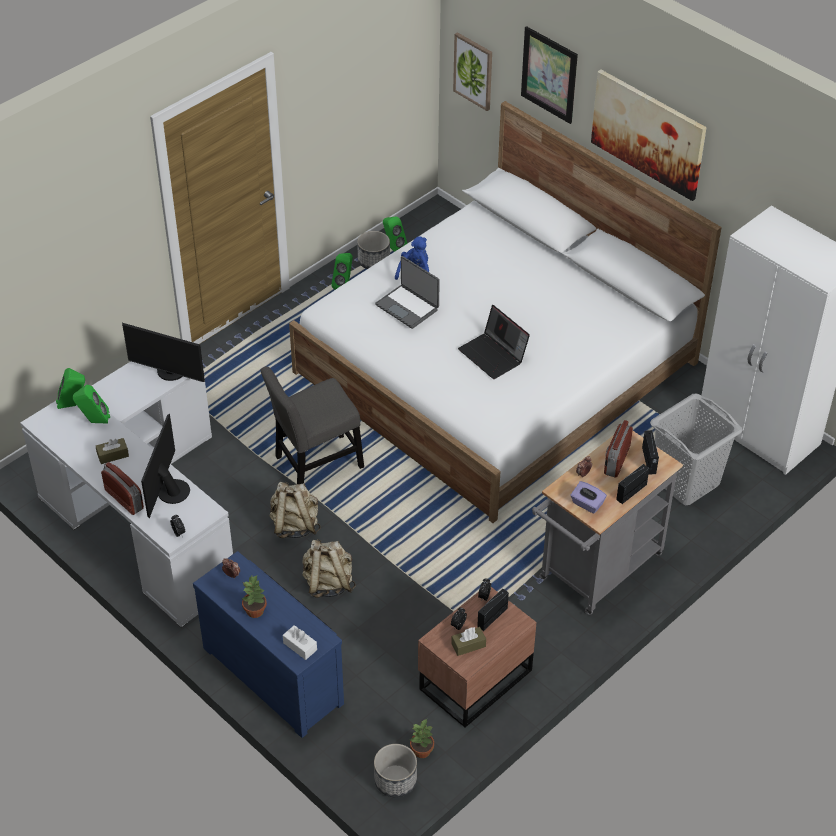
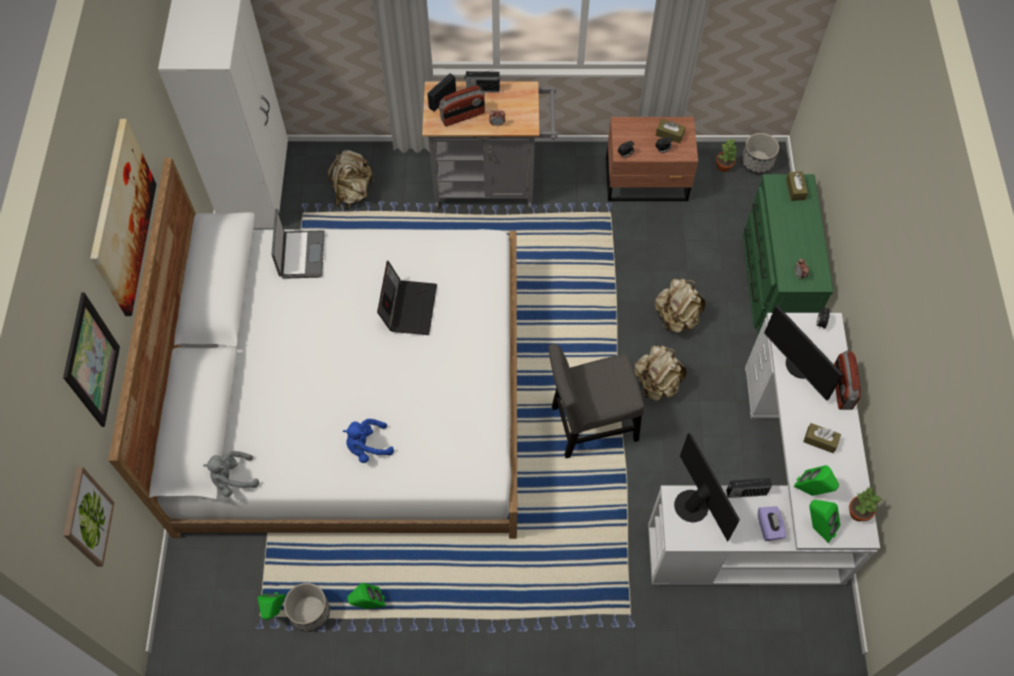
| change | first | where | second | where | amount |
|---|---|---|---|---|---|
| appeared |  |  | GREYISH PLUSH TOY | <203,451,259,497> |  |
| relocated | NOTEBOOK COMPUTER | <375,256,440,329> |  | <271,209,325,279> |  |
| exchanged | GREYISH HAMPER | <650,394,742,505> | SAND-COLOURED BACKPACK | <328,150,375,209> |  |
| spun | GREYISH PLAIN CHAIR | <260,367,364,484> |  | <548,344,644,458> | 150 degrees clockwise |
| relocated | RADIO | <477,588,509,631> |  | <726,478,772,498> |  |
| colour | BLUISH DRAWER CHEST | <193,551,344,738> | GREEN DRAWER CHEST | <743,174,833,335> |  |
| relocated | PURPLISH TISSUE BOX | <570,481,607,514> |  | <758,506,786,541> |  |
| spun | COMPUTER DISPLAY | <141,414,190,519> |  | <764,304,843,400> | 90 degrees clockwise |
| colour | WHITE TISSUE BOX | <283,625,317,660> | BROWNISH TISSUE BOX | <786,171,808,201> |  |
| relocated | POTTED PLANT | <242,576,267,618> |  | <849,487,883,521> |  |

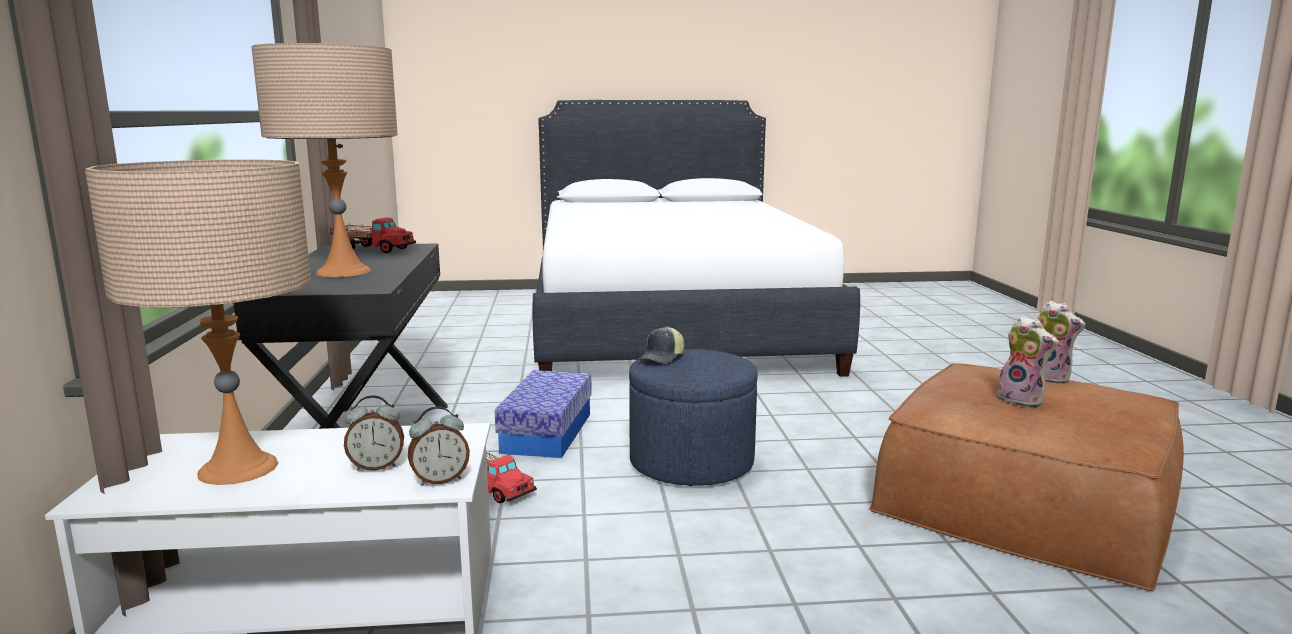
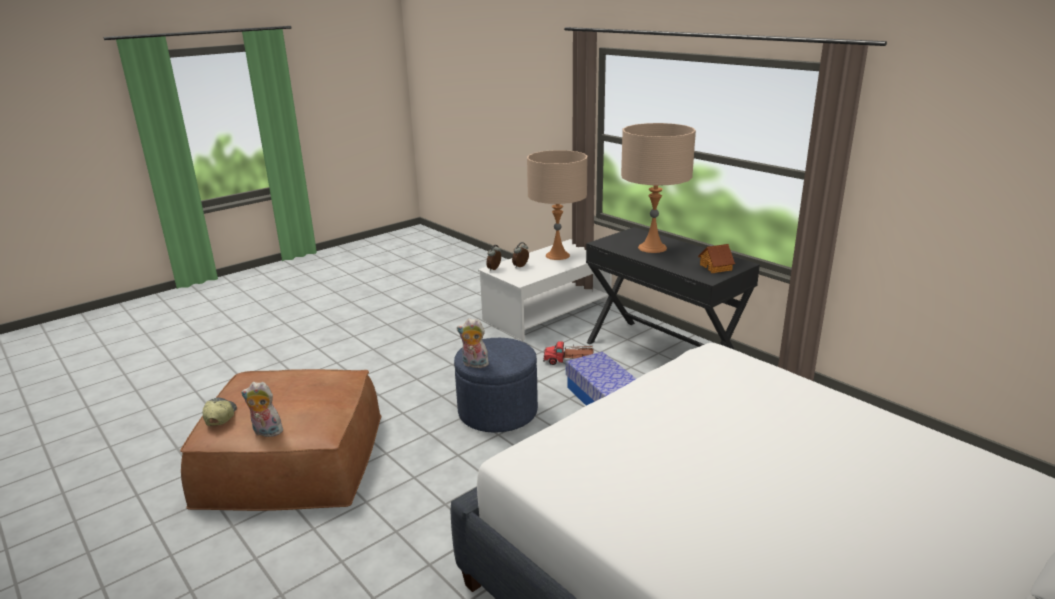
| change | first | where | second | where | amount |
|---|---|---|---|---|---|
| relocated | BASEBALL CAP | <638,326,684,364> |  | <203,397,237,426> |  |
| relocated | PLUSH TOY | <993,315,1058,407> |  | <457,319,489,368> |  |
| exchanged | TOY LORRY | <329,217,416,253> | MODEL HOUSE | <698,244,735,273> |  |

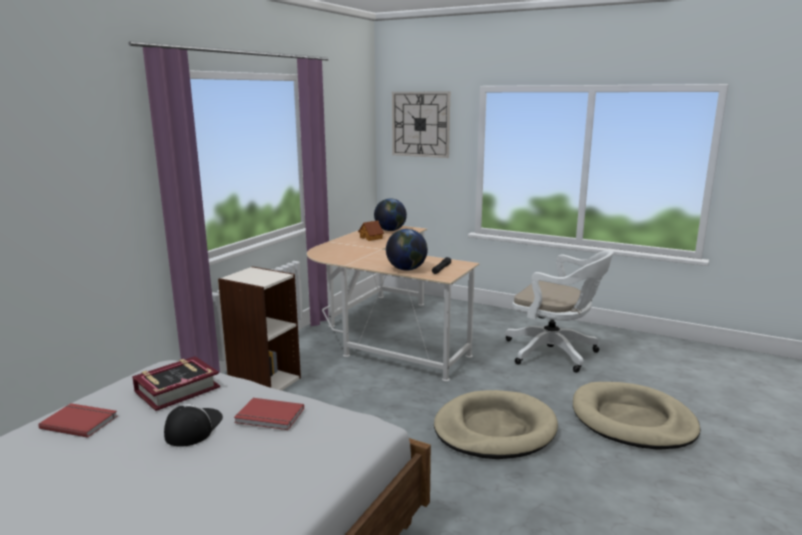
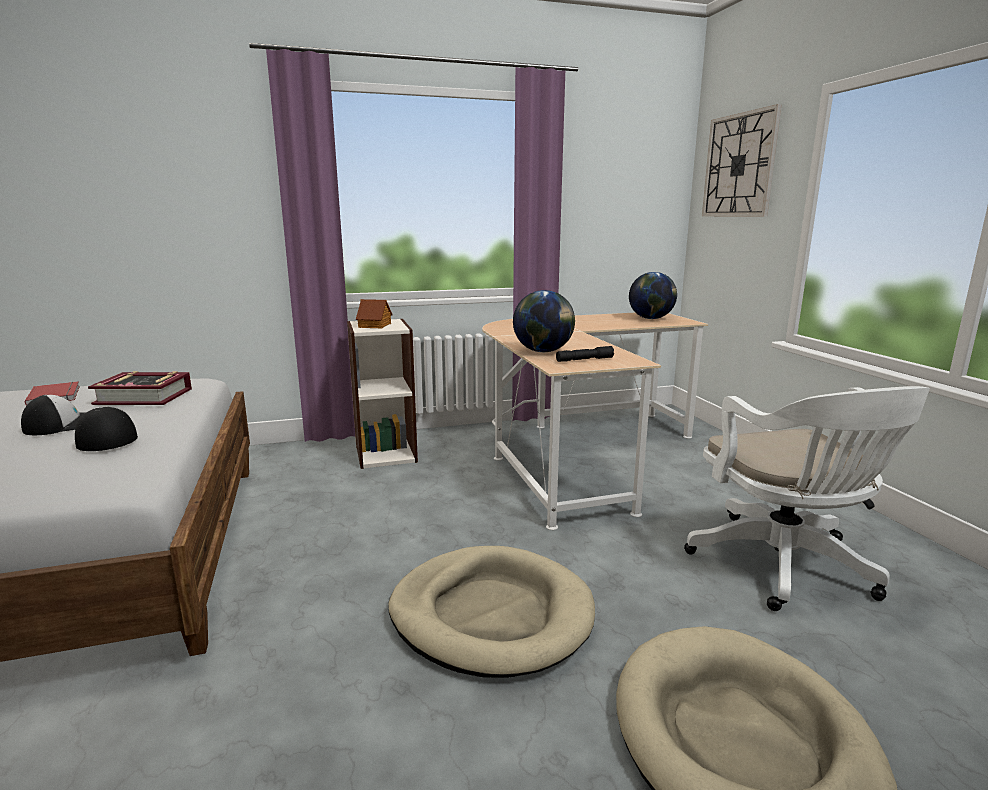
| change | first | where | second | where | amount |
|---|---|---|---|---|---|
| exchanged | RED-COLOURED VOLUME | <234,398,304,430> | BASEBALL CAP | <75,407,138,451> |  |
| relocated | MODEL HOUSE | <358,221,384,241> |  | <356,299,393,329> |  |

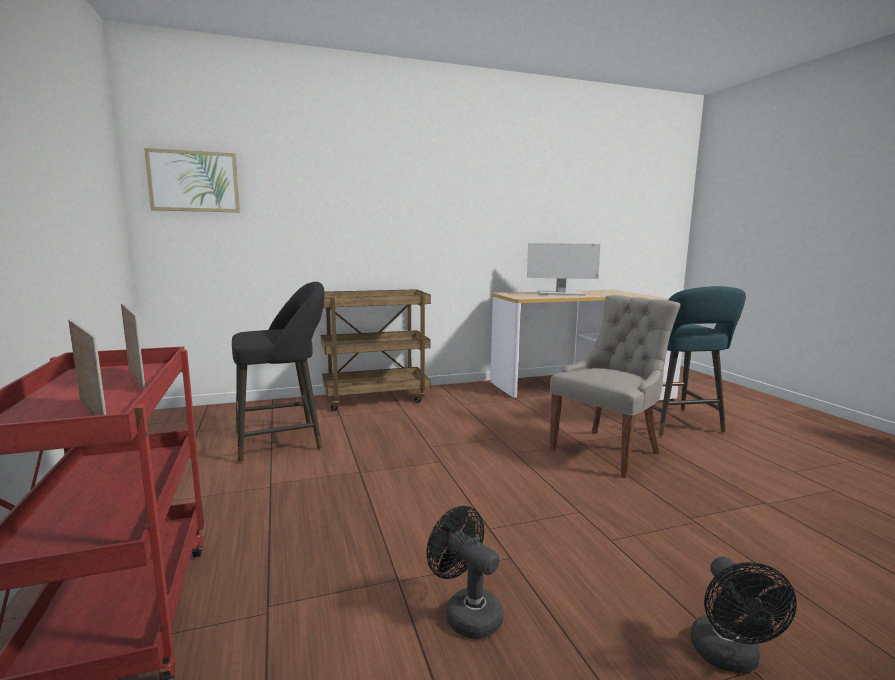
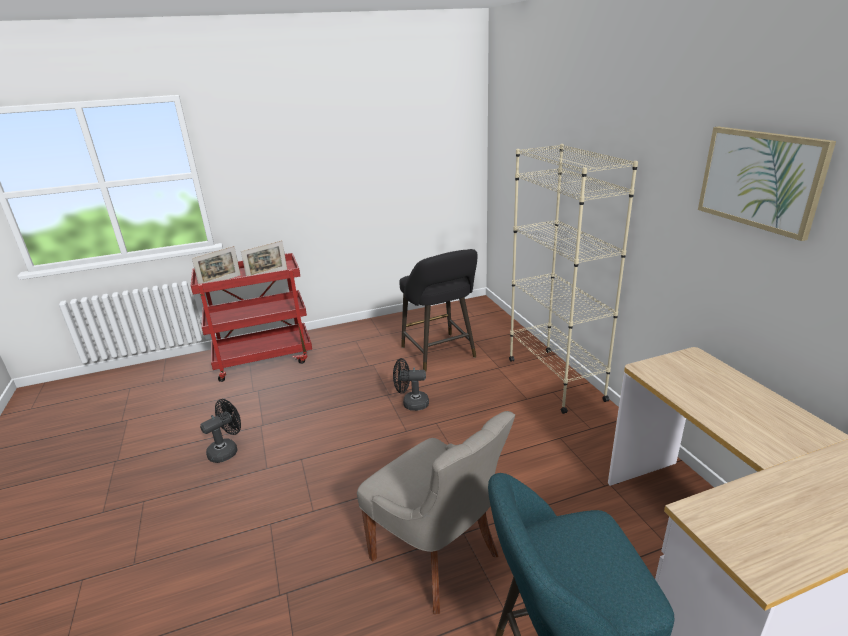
| change | first | where | second | where | amount |
|---|---|---|---|---|---|
| relocated | BLACK-COLOURED COOLING FAN | <691,557,797,673> |  | <393,358,429,411> |  |
| exchanged | BROWNISH TROLLEY | <320,289,431,411> | SAND-COLOURED BOOKCASE | <509,144,638,414> |  |
| relocated | WALL PICTURE | <144,148,240,212> |  | <698,127,836,241> |  |
| missing | COMPUTER DISPLAY | <527,243,600,296> |  |  |  |

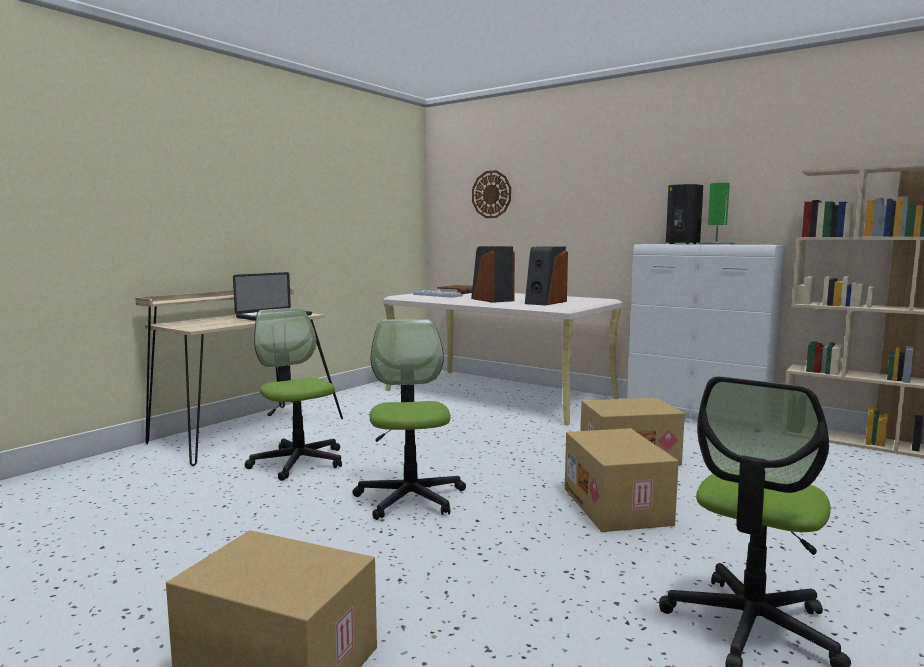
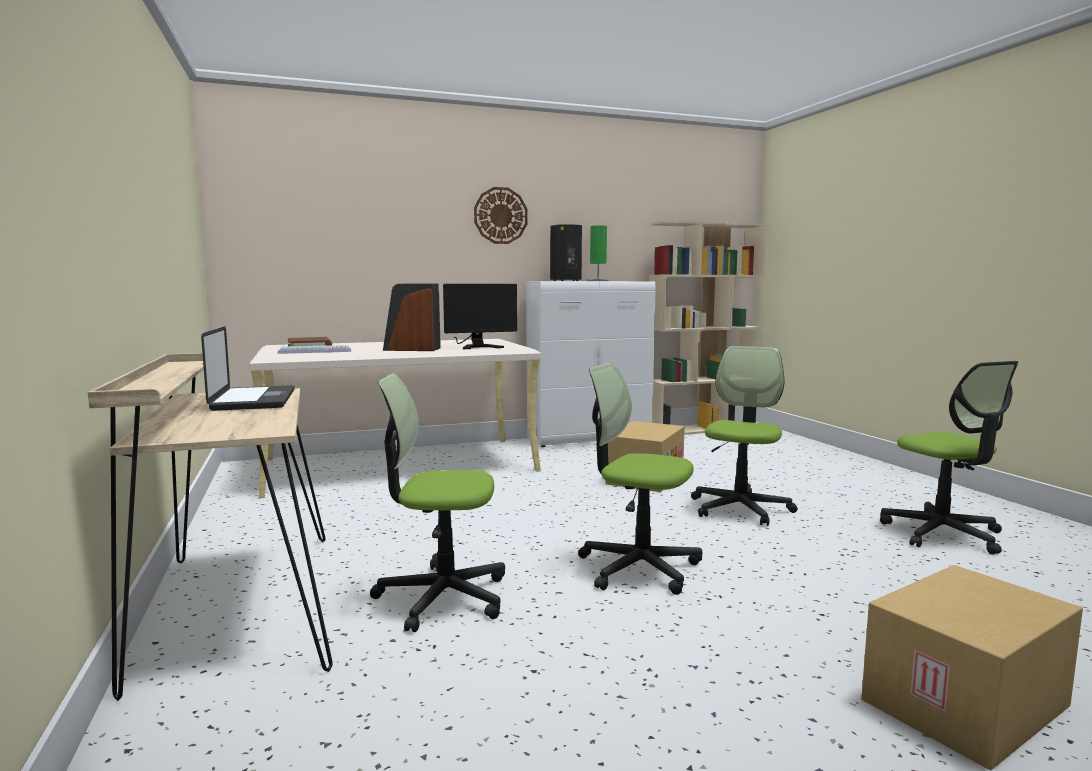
| change | first | where | second | where | amount |
|---|---|---|---|---|---|
| exchanged | LOUDSPEAKER | <525,246,568,305> | COMPUTER DISPLAY | <443,284,517,349> |  |
| relocated | CLOCK ON THE WALL | <472,170,511,218> |  | <474,187,528,244> |  |
| exchanged | CARTON | <565,428,679,532> | DESK CHAIR | <691,346,798,526> |  |

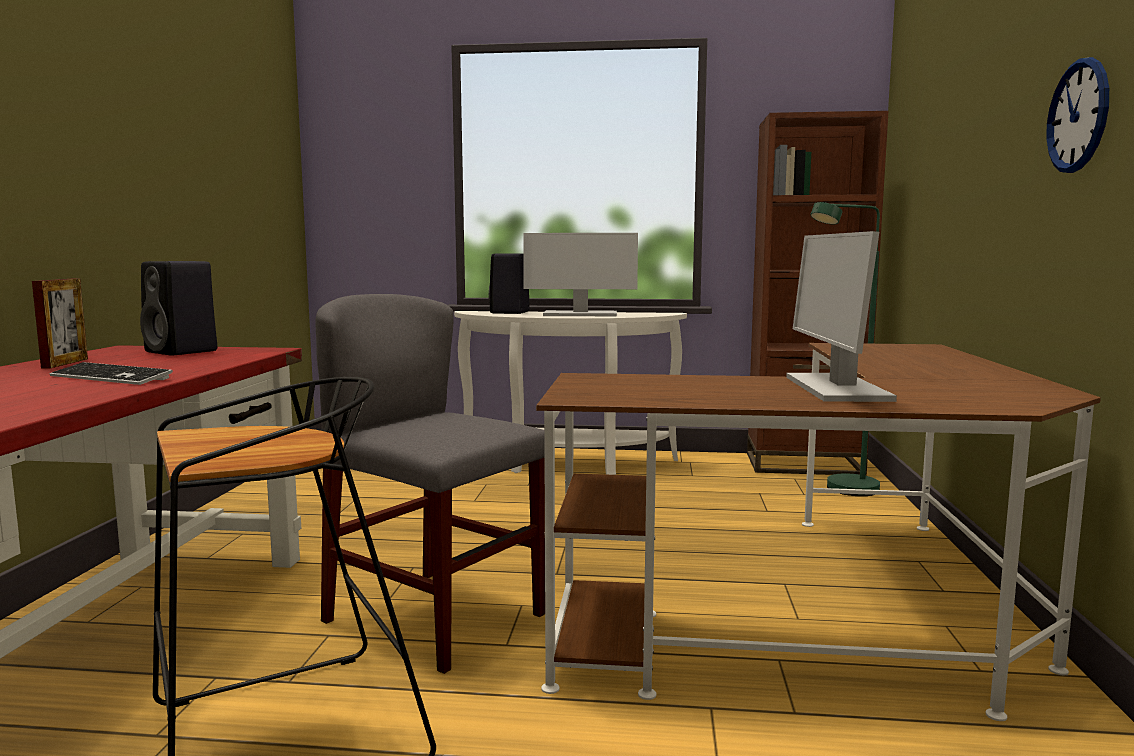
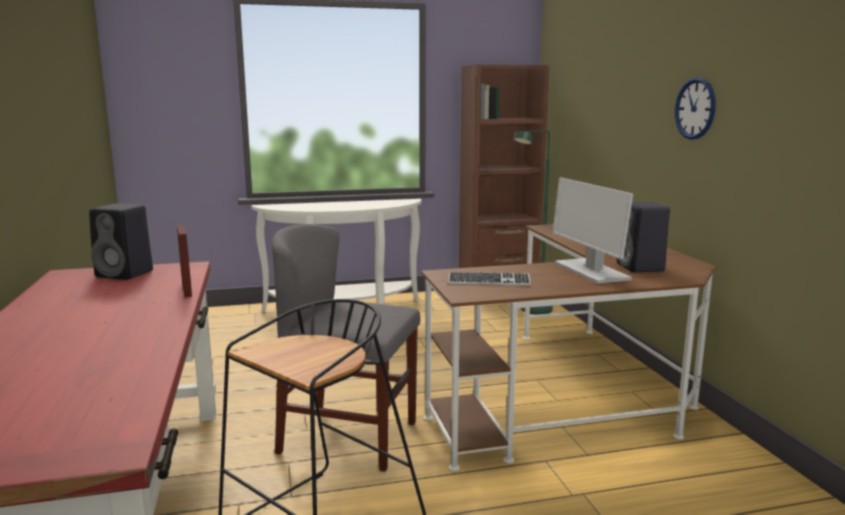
| change | first | where | second | where | amount |
|---|---|---|---|---|---|
| relocated | PICTURE FRAME | <32,279,88,369> |  | <177,225,192,297> |  |
| relocated | KEYBOARD | <49,362,173,385> |  | <448,272,531,285> |  |
| relocated | BLACK-COLOURED LOUDSPEAKER | <489,253,530,314> |  | <617,202,670,272> |  |
| missing | COMPUTER DISPLAY | <523,233,638,316> |  |  |  |

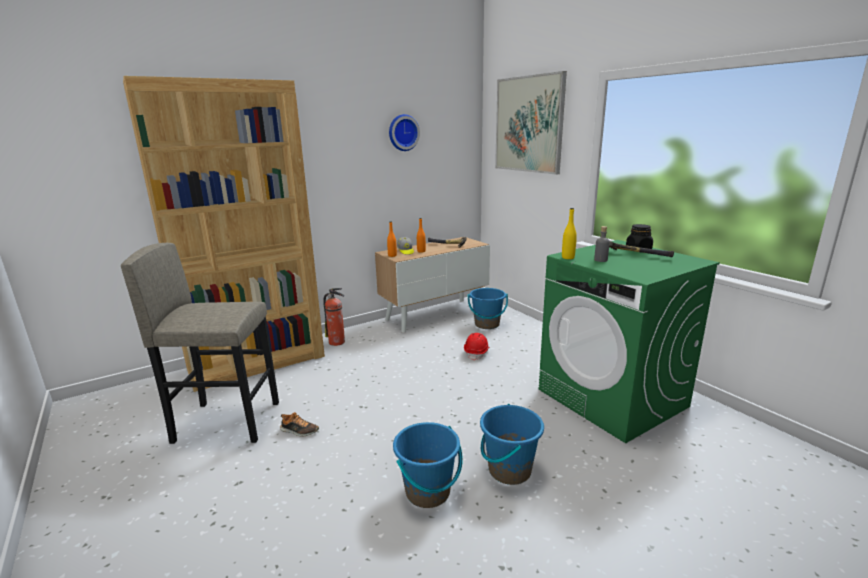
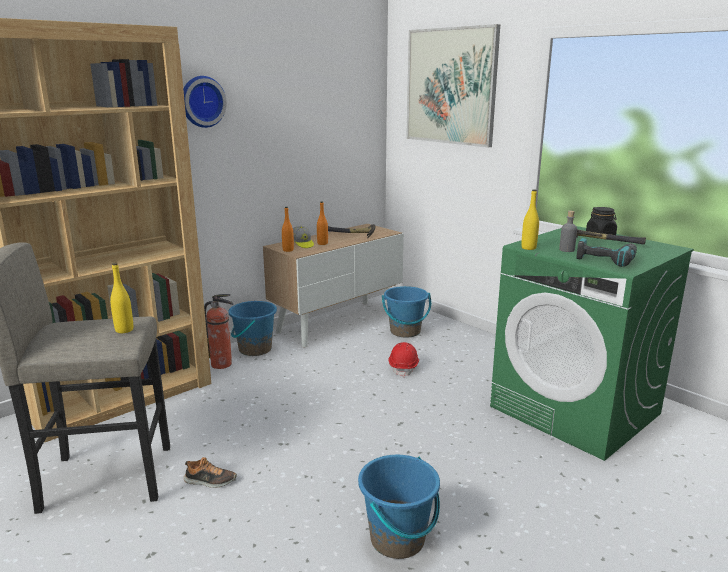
| change | first | where | second | where | amount |
|---|---|---|---|---|---|
| appeared |  |  | YELLOW-COLOURED BOTTLE | <110,263,133,333> |  |
| relocated | CLOCK ON THE WALL | <389,114,420,151> |  | <183,76,227,128> |  |
| relocated | BLUISH BUCKET | <480,404,544,485> |  | <228,301,277,356> |  |
| appeared |  |  | ELECTRIC DRILL | <576,238,637,267> |  |

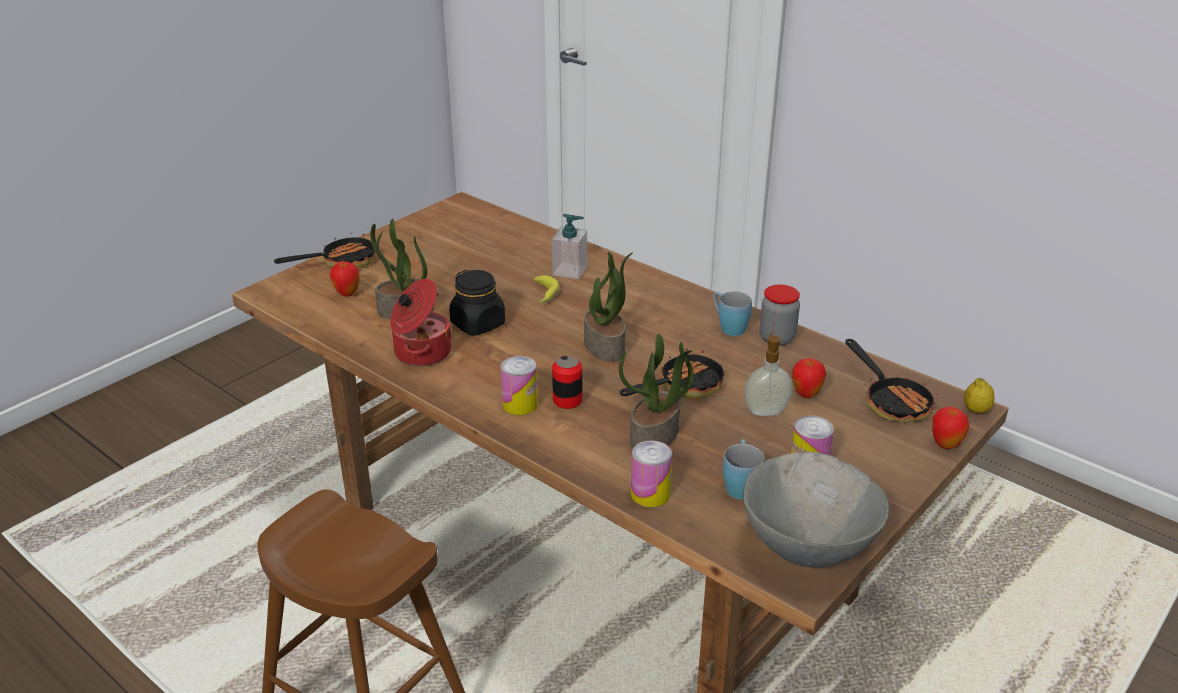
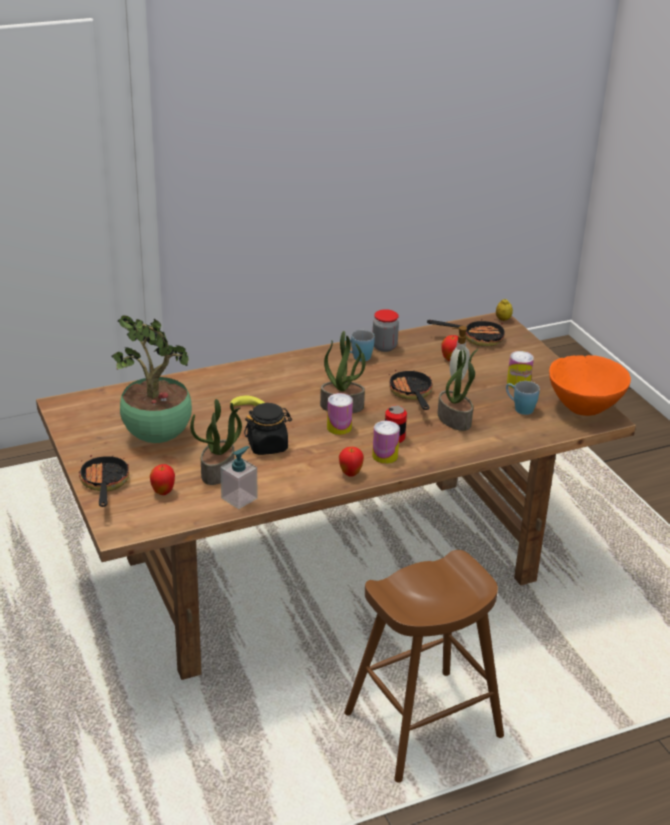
| change | first | where | second | where | amount |
|---|---|---|---|---|---|
| appeared |  |  | POTTED PLANT | <111,315,192,443> |  |
| relocated | SOAP DISPENSER | <552,214,587,279> |  | <220,446,257,509> |  |
| relocated | SEALED CAN | <631,440,672,507> |  | <327,393,353,435> |  |
| relocated | WHOLE APPLE | <932,406,969,449> |  | <339,447,364,477> |  |
| colour | GREYISH DEEP DISH | <743,452,889,567> | ORANGEY DEEP DISH | <549,355,631,416> |  |
| missing | SAUCEPOT | <390,279,452,366> |  |  |  |

